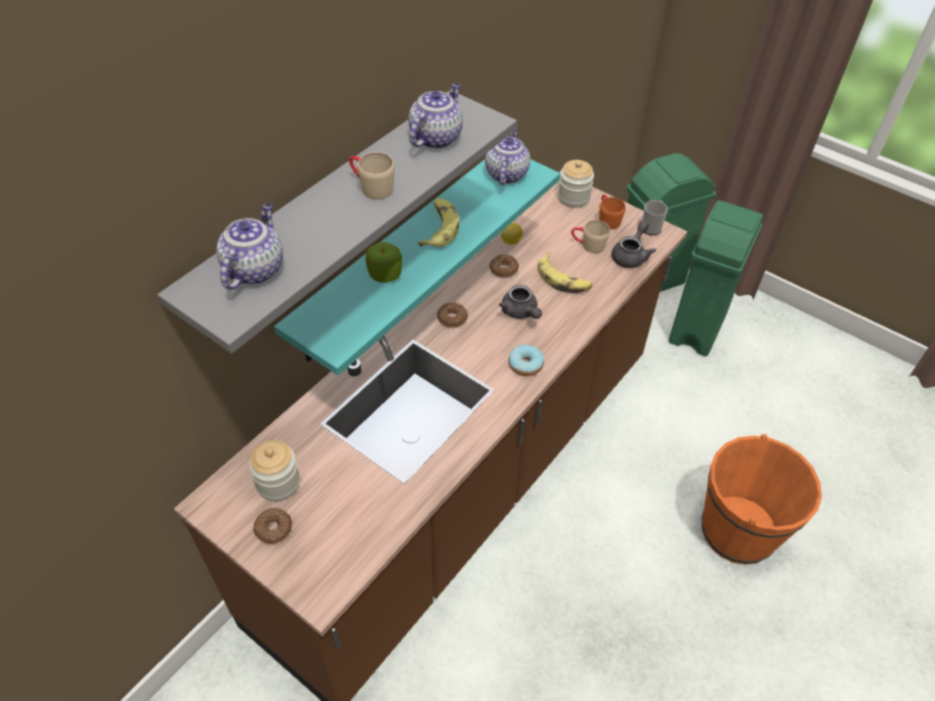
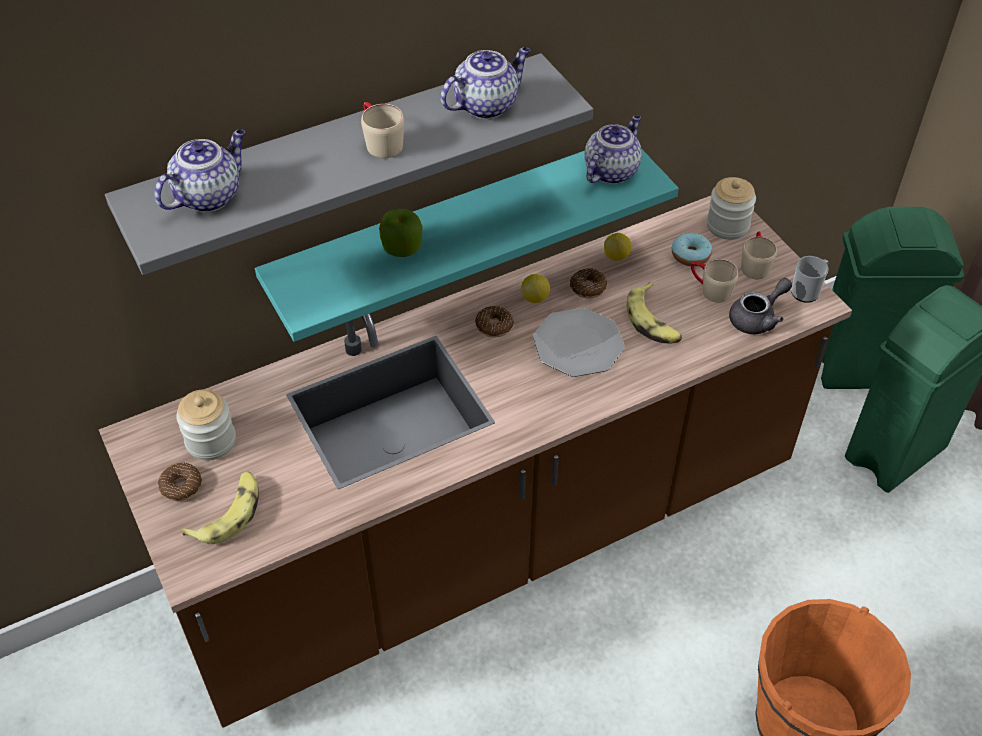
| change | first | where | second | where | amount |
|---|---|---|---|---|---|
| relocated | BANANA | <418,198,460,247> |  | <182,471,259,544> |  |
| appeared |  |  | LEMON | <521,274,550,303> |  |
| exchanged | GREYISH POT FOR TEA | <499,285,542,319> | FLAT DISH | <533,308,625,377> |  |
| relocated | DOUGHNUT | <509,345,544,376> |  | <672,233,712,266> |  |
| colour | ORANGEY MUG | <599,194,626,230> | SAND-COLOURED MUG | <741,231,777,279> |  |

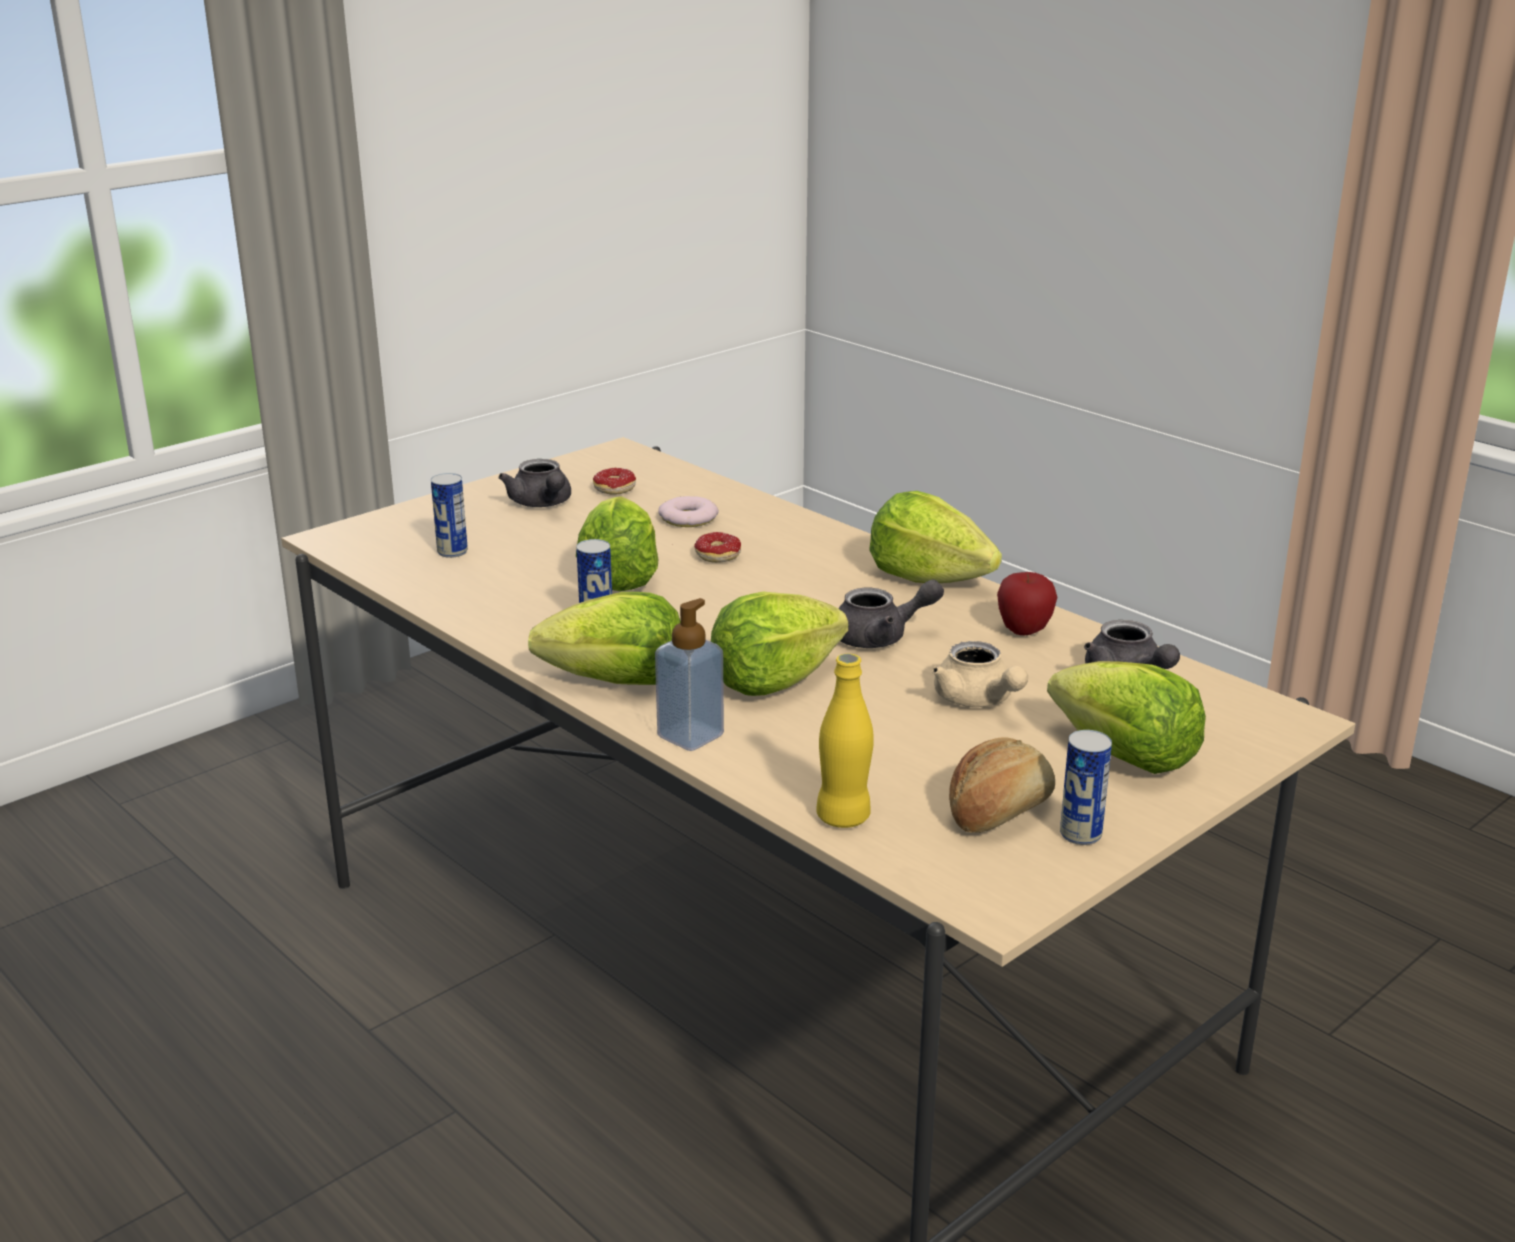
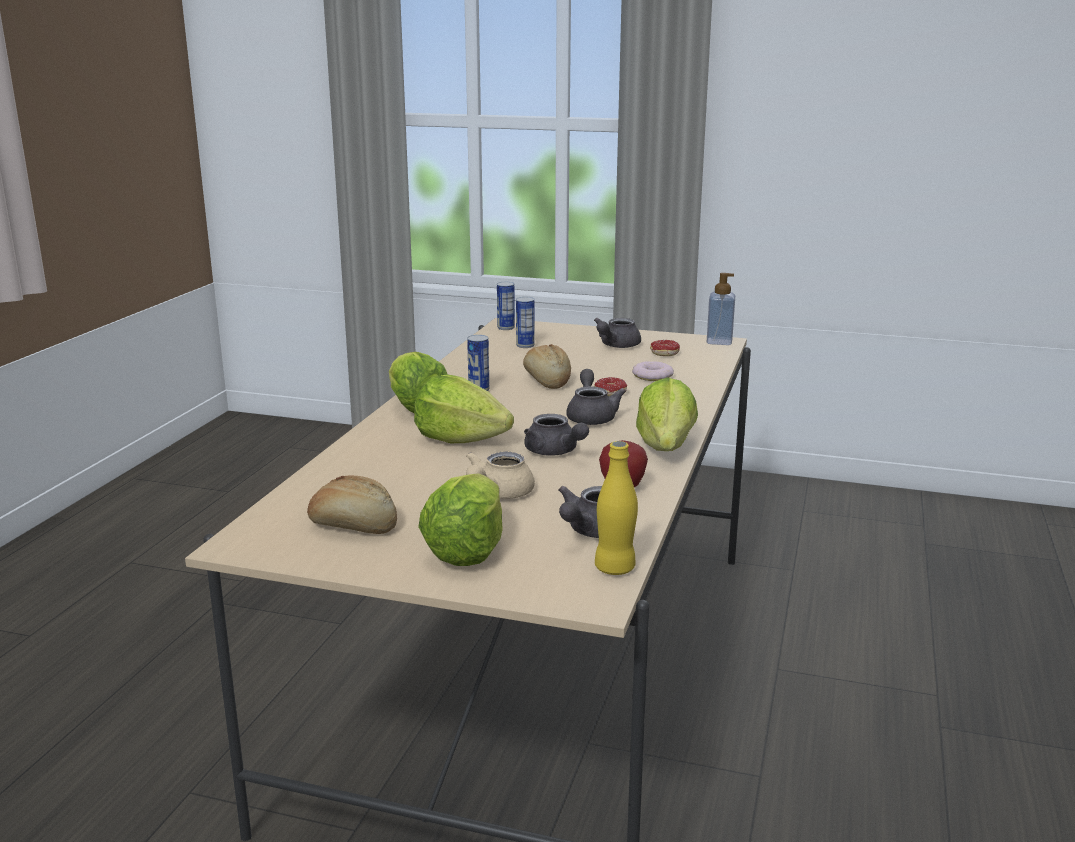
| change | first | where | second | where | amount |
|---|---|---|---|---|---|
| relocated | SEALED CAN | <1060,730,1112,845> |  | <497,282,515,330> |  |
| exchanged | LETTUCE | <576,496,658,591> | BAKERY BREAD | <523,344,571,389> |  |
| appeared |  |  | GREYISH POT FOR TEA | <566,369,626,425> |  |
| relocated | YELLOW-COLOURED BOTTLE | <816,654,874,828> |  | <595,441,638,575> |  |
| relocated | SOAP DISPENSER | <655,598,724,751> |  | <707,273,735,345> |  |

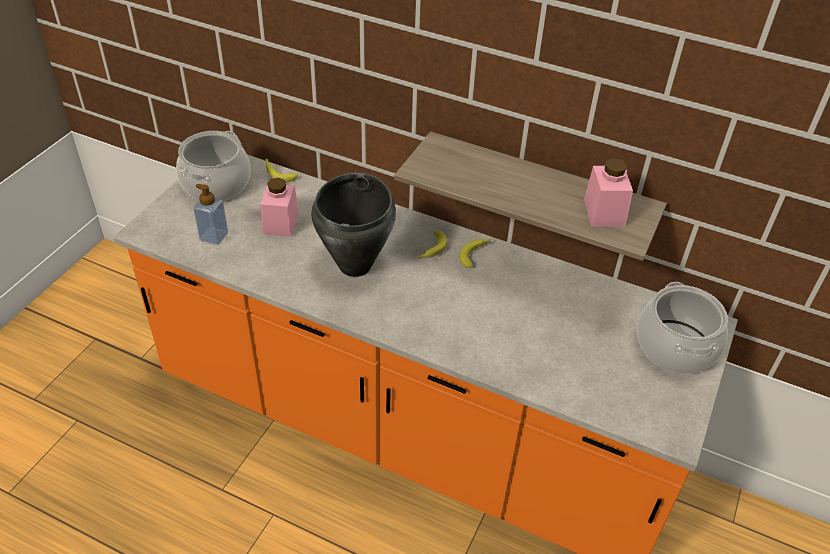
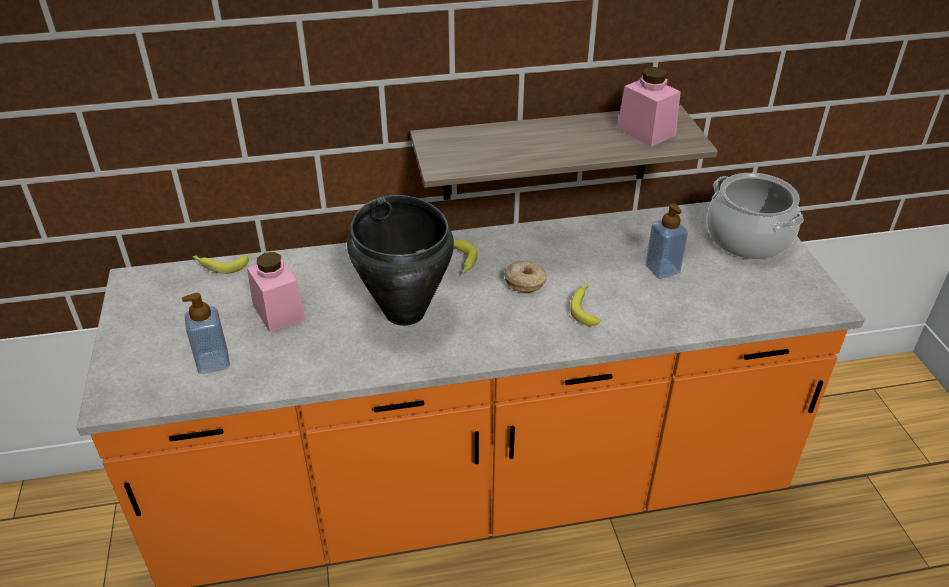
| change | first | where | second | where | amount |
|---|---|---|---|---|---|
| appeared |  |  | DOUGHNUT | <504,261,547,292> |  |
| relocated | BANANA | <459,238,491,268> |  | <570,283,601,326> |  |
| appeared |  |  | SOAP DISPENSER | <646,203,688,279> |  |
| missing | SAUCEPOT | <176,131,251,201> |  |  |  |

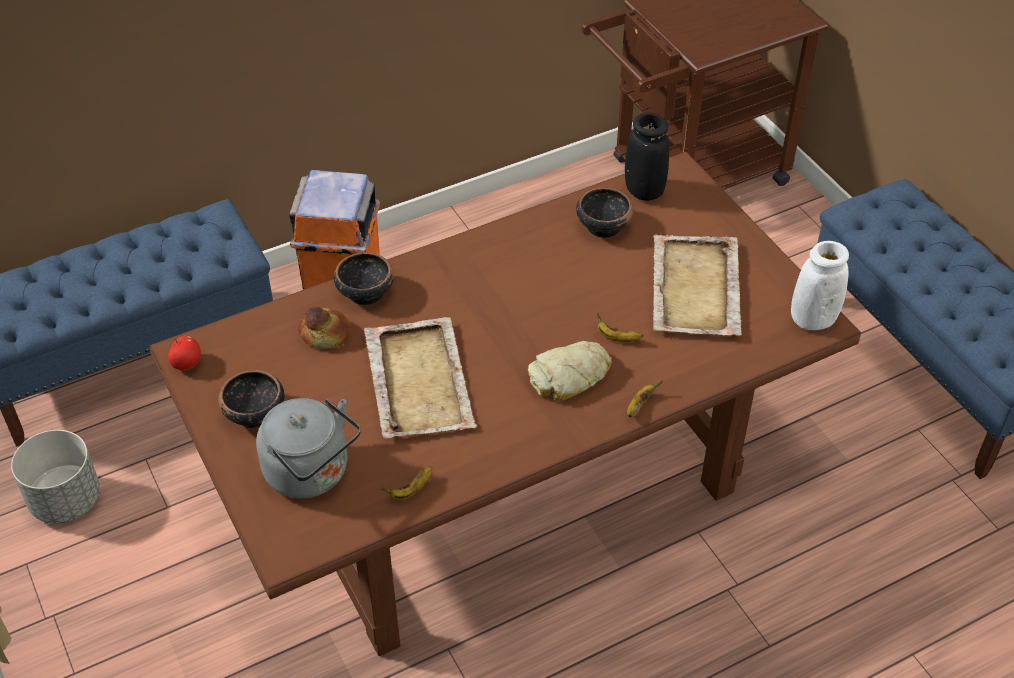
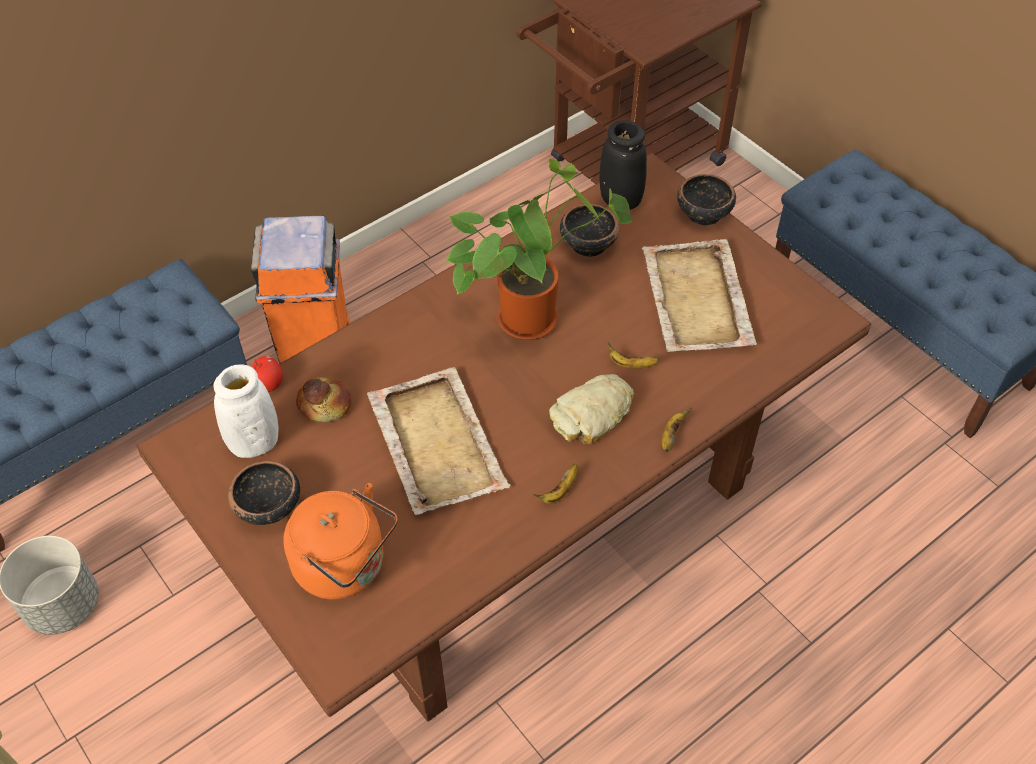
| change | first | where | second | where | amount |
|---|---|---|---|---|---|
| relocated | WHITE FLOWER VASE | <791,241,849,330> |  | <214,364,278,458> |  |
| relocated | WHOLE APPLE | <168,336,201,370> |  | <252,356,283,392> |  |
| colour | GREYISH WATER KETTLE | <256,398,361,499> | ORANGEY WATER KETTLE | <283,483,398,600> |  |
| appeared |  |  | POTTED PLANT | <444,159,632,340> |  |
| relocated | BANANA | <381,466,432,500> |  | <534,464,577,504> |  |
| relocated | DEEP DISH | <334,252,394,305> |  | <677,174,736,226> |  |

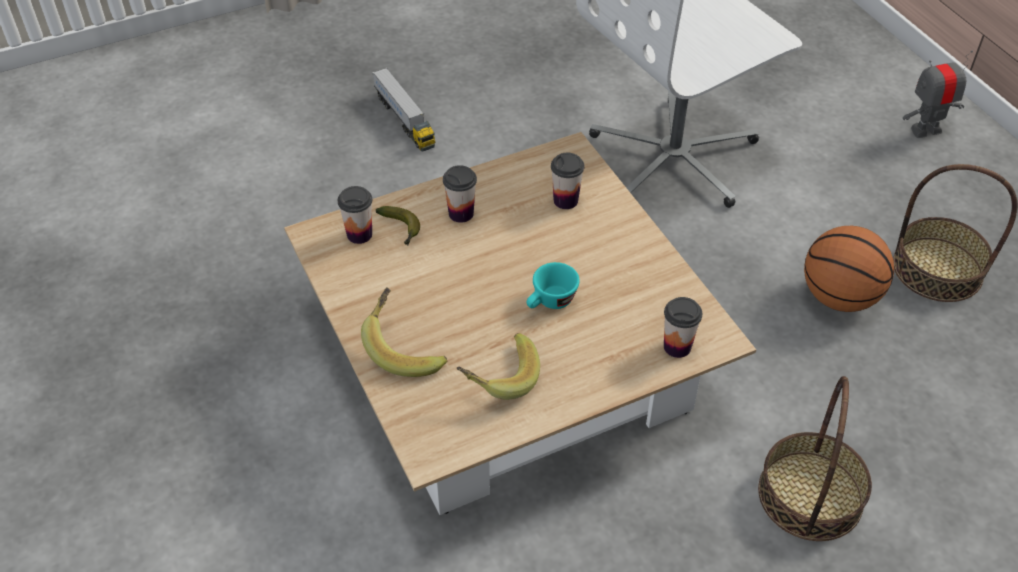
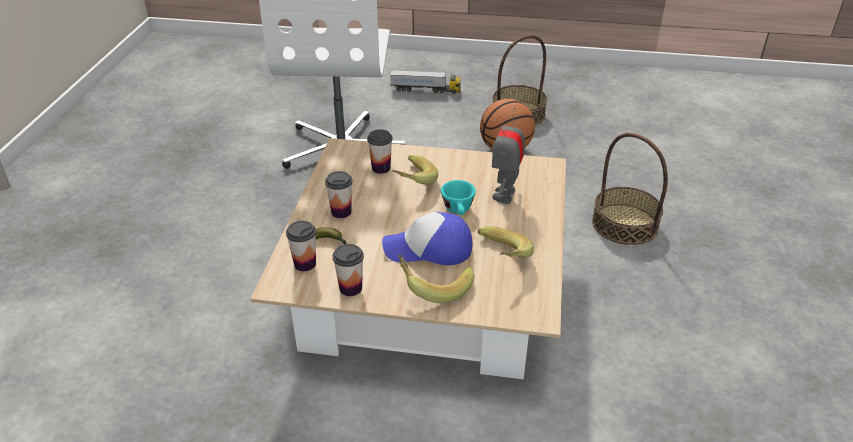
| change | first | where | second | where | amount |
|---|---|---|---|---|---|
| relocated | DRINKING CUP | <664,297,702,358> |  | <333,244,364,296> |  |
| appeared |  |  | BASEBALL CAP | <382,212,473,265> |  |
| relocated | TOY LORRY | <372,68,435,151> |  | <390,70,461,94> |  |
| appeared |  |  | BANANA | <392,155,438,185> |  |
| relocated | MODEL ROBOT | <903,51,973,138> |  | <492,107,525,204> |  |

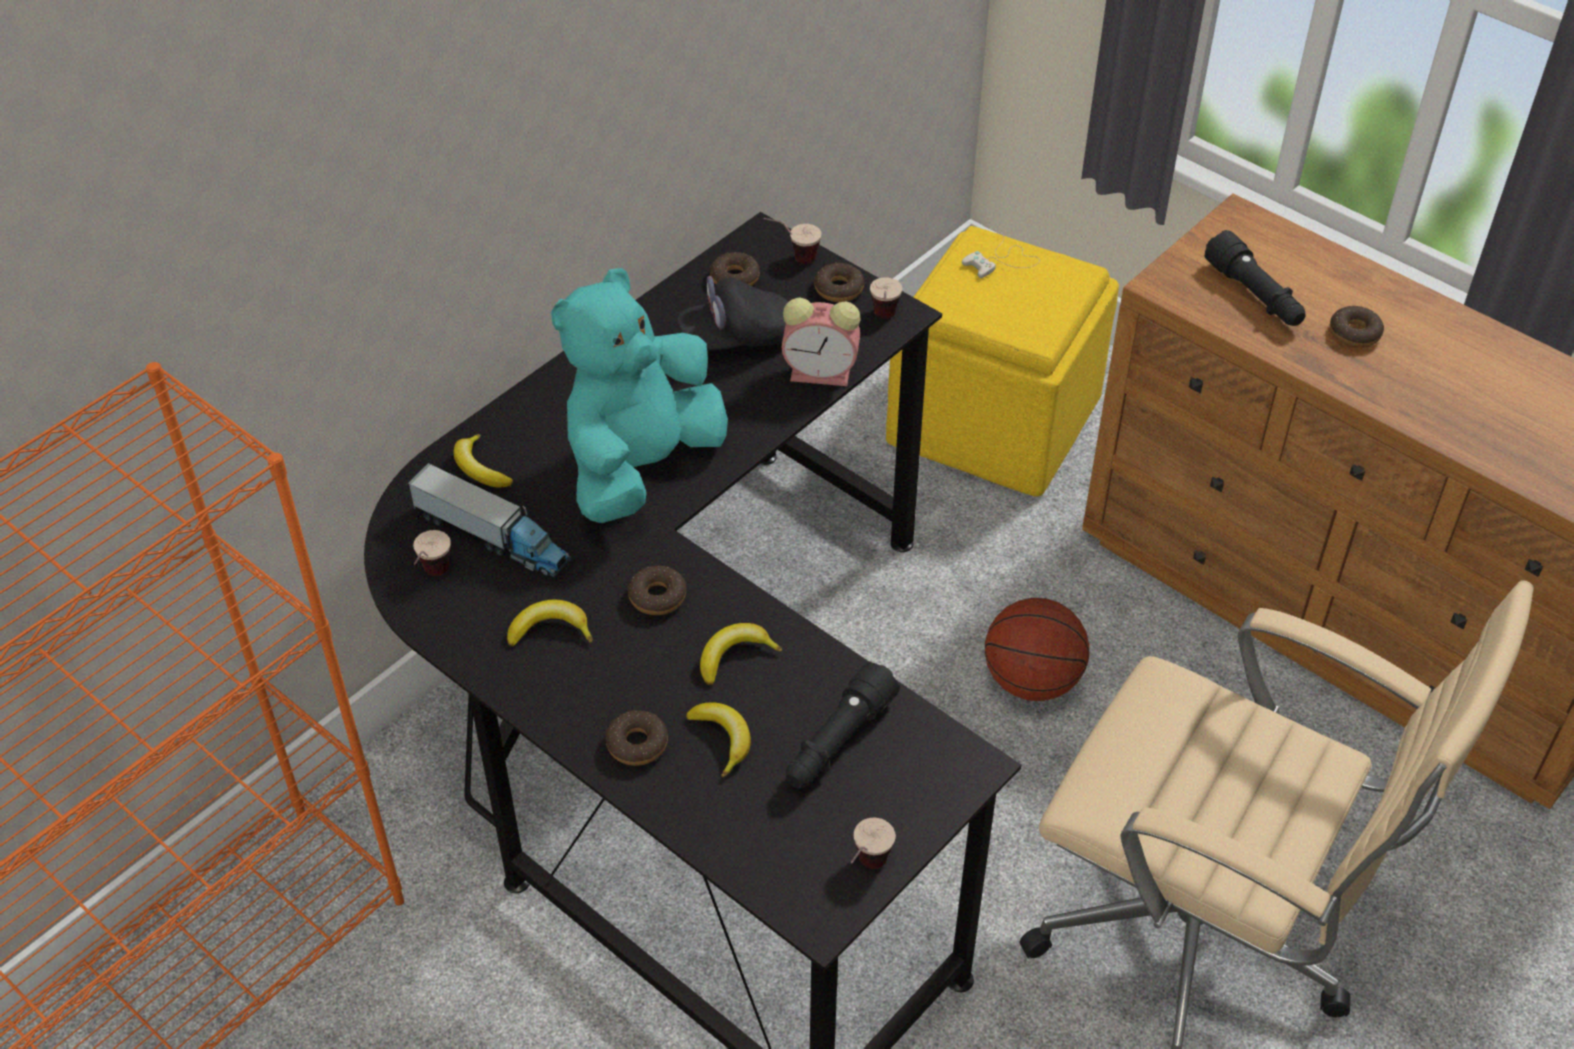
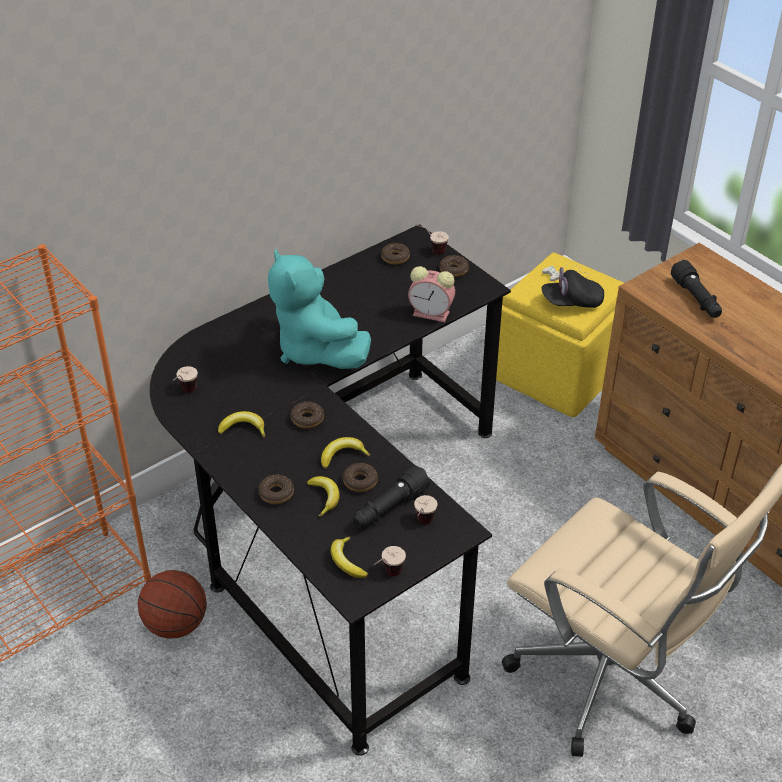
| change | first | where | second | where | amount |
|---|---|---|---|---|---|
| relocated | BALL FOR BASKETBALL | <985,598,1089,701> |  | <138,570,207,639> |  |
| spun | BLUE-GREEN PLUSH TOY | <551,268,728,523> |  | <268,248,371,369> | 75 degrees counterclockwise |
| relocated | BANANA | <454,434,513,488> |  | <331,537,368,578> |  |
| relocated | DOUGHNUT | <1330,306,1384,348> |  | <343,463,378,492> |  |
| relocated | DRINKING CUP | <870,277,902,319> |  | <414,495,438,525> |  |
| relocated | BLACK-COLOURED BASEBALL CAP | <677,276,788,350> |  | <541,267,604,308> |  |
| missing | TOY LORRY | <408,463,571,578> |  |  |  |

